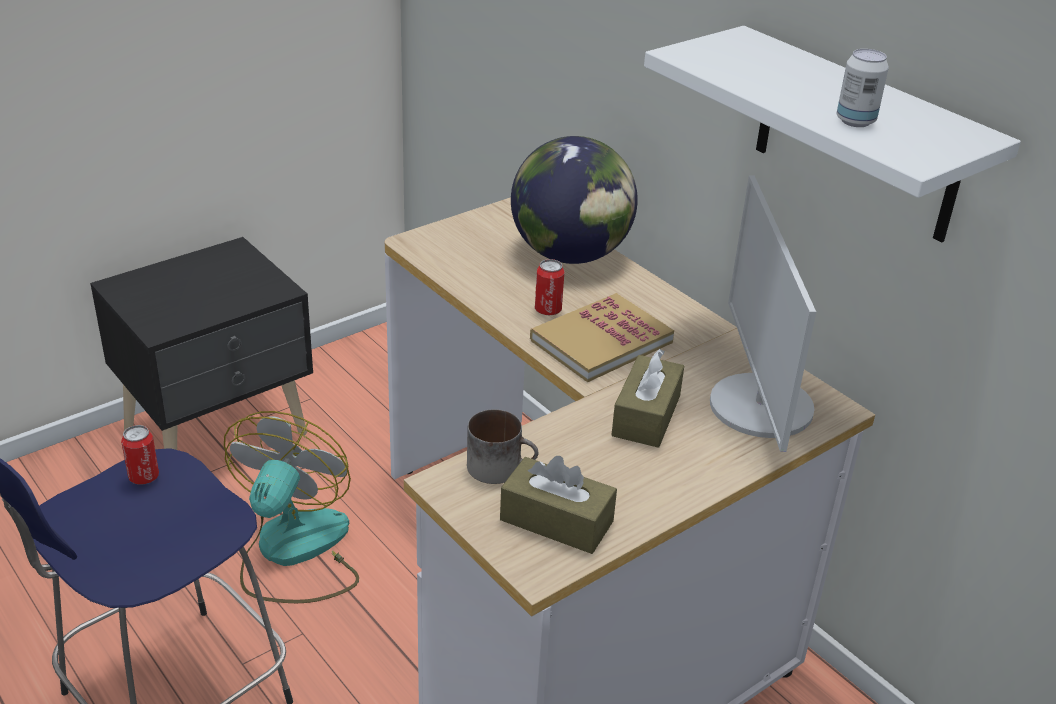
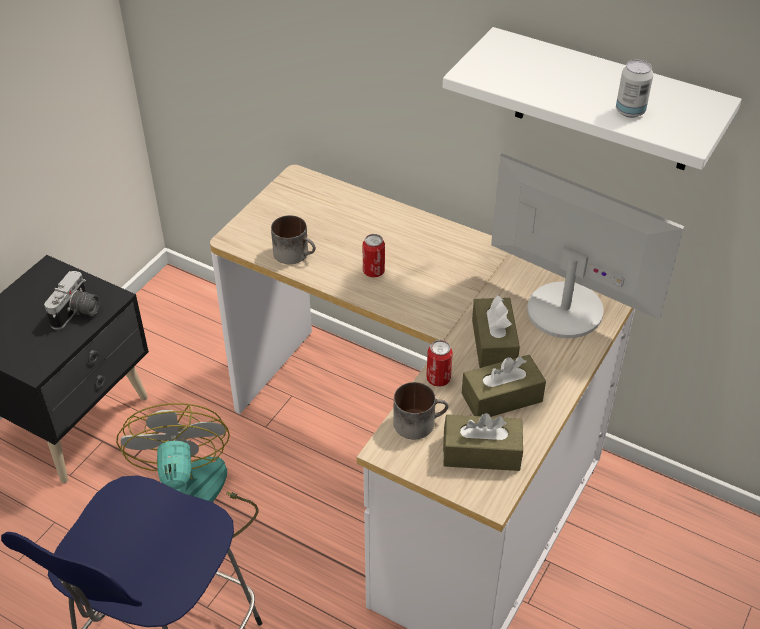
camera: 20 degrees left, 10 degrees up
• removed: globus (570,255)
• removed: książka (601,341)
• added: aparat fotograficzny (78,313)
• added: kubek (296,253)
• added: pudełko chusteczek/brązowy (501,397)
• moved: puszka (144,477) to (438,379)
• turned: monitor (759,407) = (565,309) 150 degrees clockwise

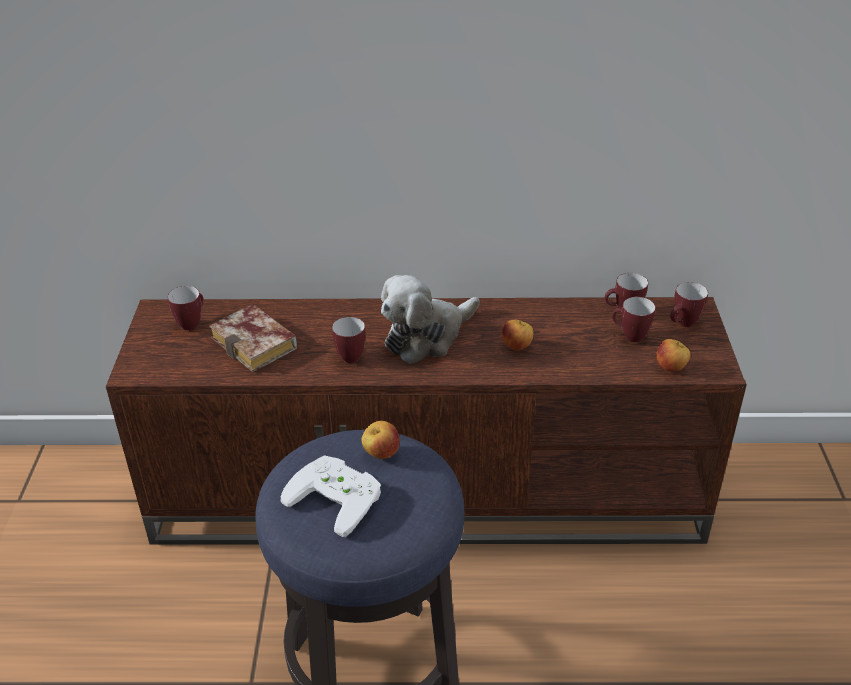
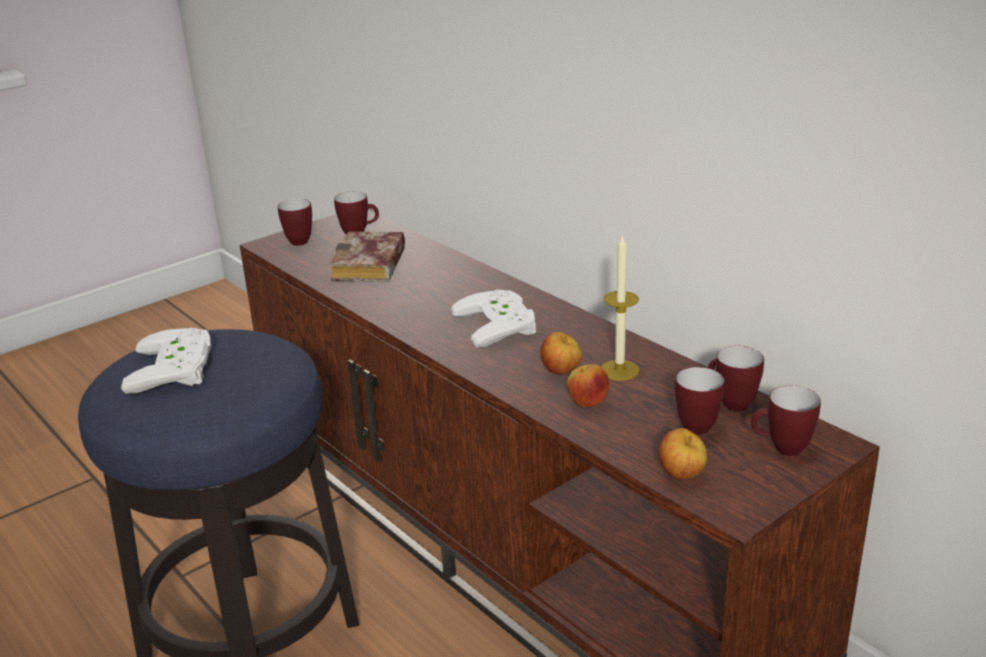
camera: 50 degrees right, 10 degrees down
• added: świeca (619,370)
• moved: kubek (347,356) to (300,240)
• moved: jabłko (381,454) to (587,404)
• replaced: pluszak (426,336) to pad do gier/biały (501,324)

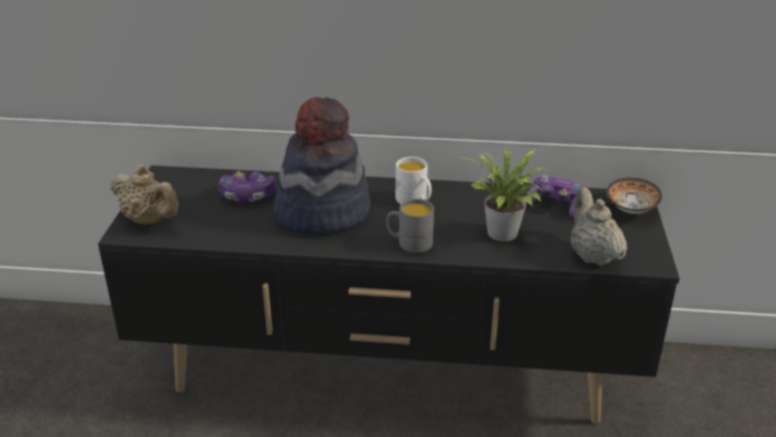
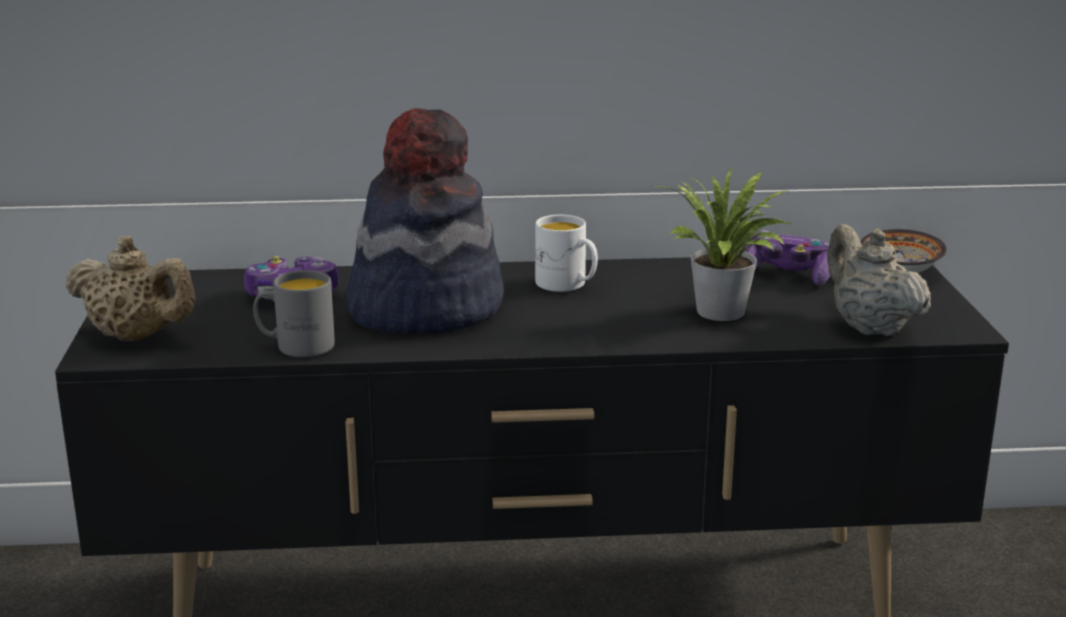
camera: 10 degrees left, 10 degrees down
• moved: kubek/szary (409,243) to (295,347)

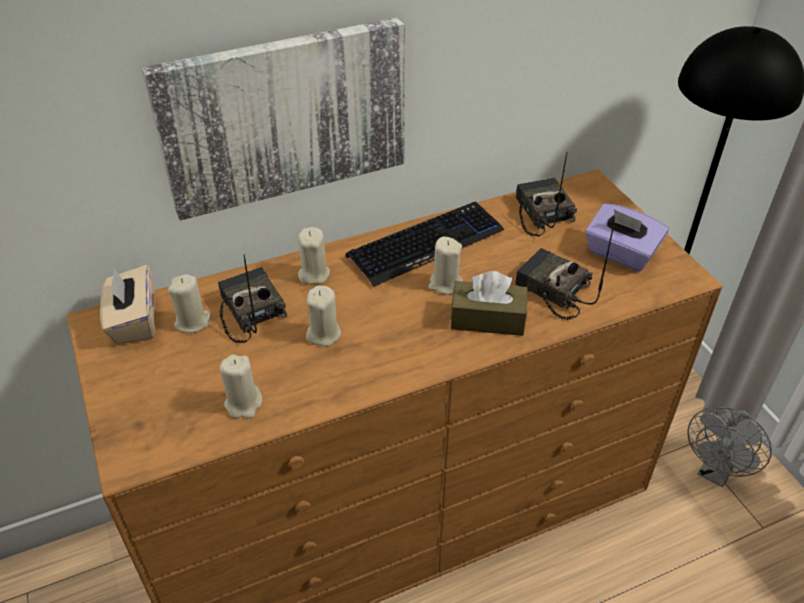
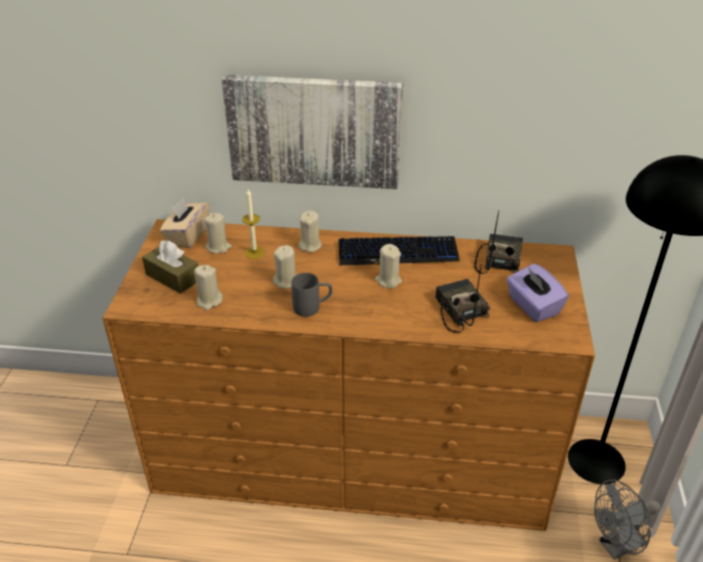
camera: 30 degrees right, 5 degrees down
• added: kubek/szary (312,307)
• moved: pudełko chusteczek/brązowy (487,319) to (173,277)
• replaced: radio (249,311) to świeca (254,252)

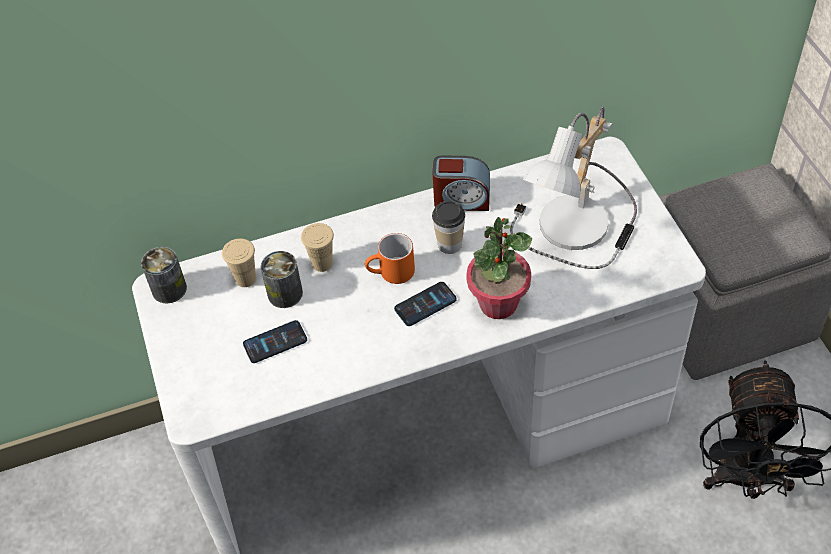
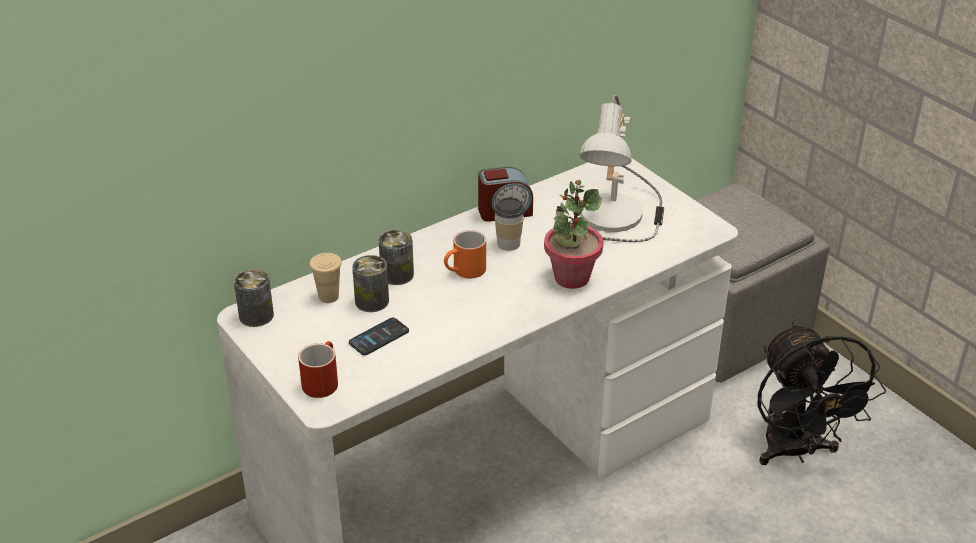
camera: 20 degrees left, 15 degrees down
• removed: telefon (425,304)
• added: kubek/czerwony (321,380)
• replaced: filiżanka/beżowy (322,263) to puszka (397,274)

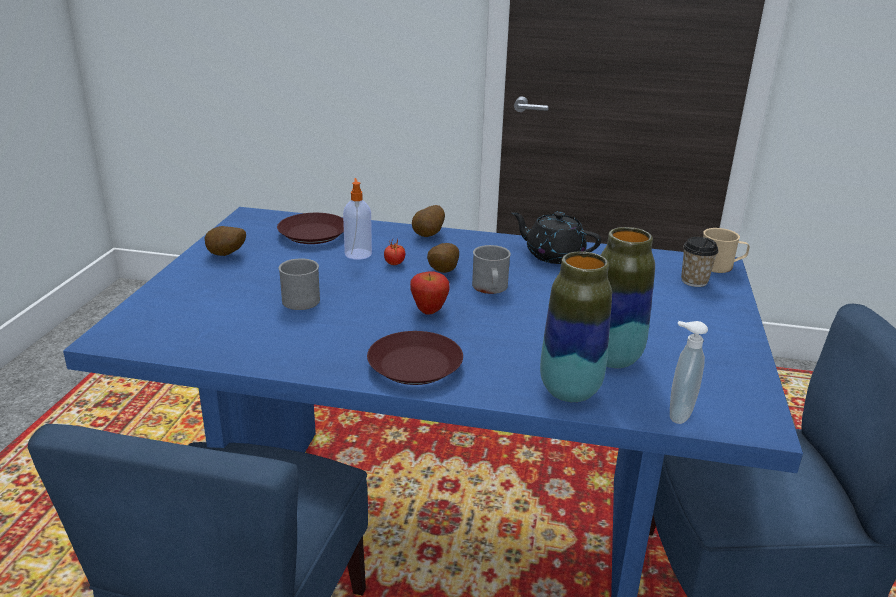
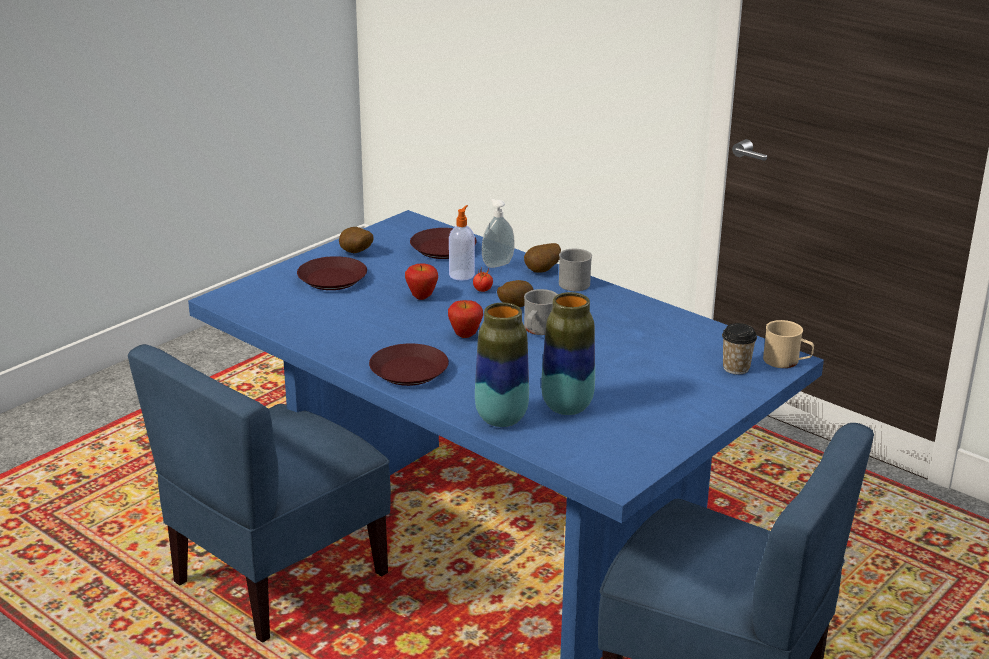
camera: 30 degrees right, 0 degrees up
• removed: imbryk/czarny (553,255)
• added: talerz/brązowy (333,279)
• added: jabłko (422,297)
• moved: kubek/szary (300,298) to (576,282)
• moved: dozownik mydła (677,413) to (496,264)

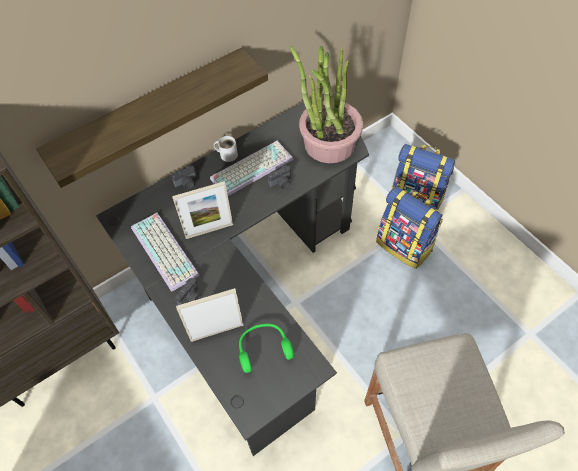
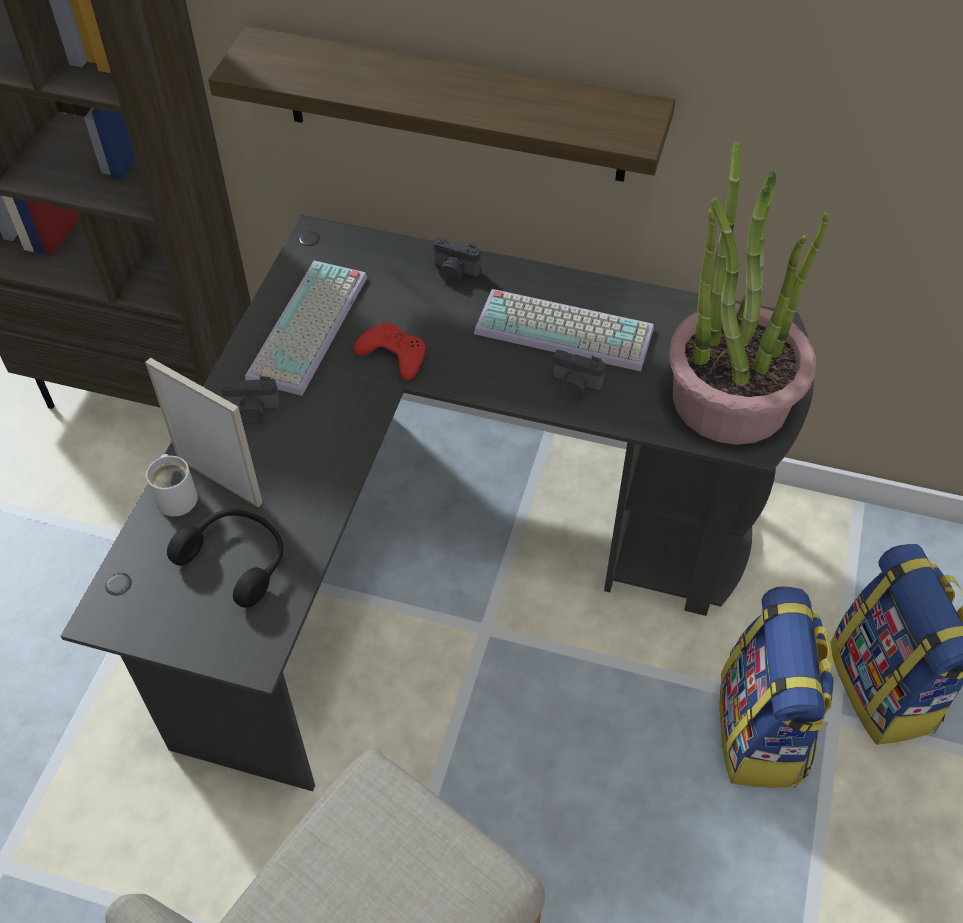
camera: 50 degrees right, 5 degrees down
• moved: kubek/biały (227,154) to (177,496)
• replaced: ramka na zdjęcie (209,230) to pad do gier/czerwony (393,354)
• recoloured: słuchawki/zielony (263,348) to słuchawki/czarny (237,560)

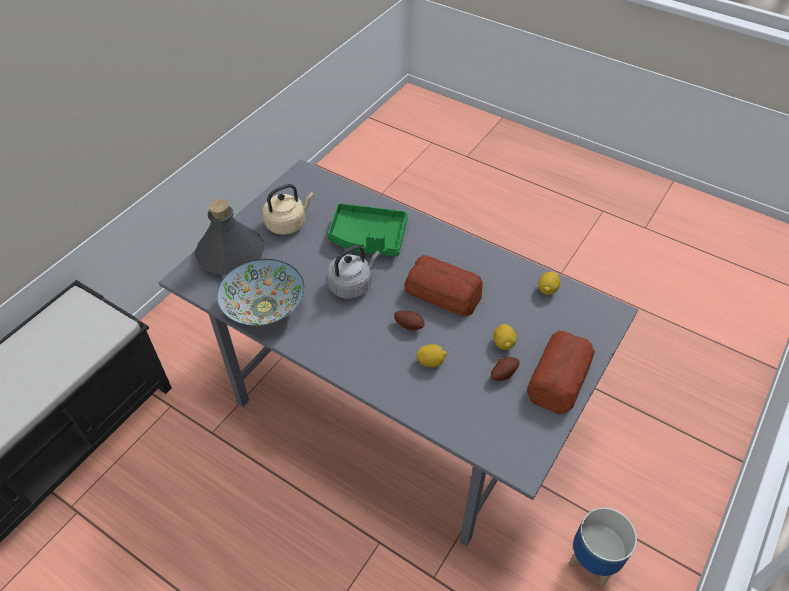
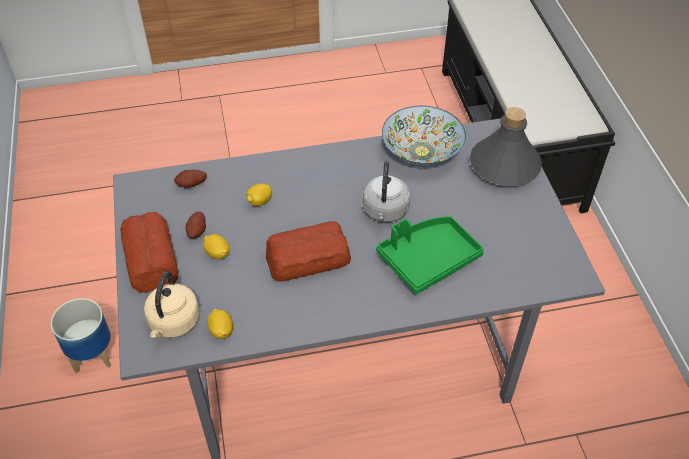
camera: 135 degrees right, 0 degrees up
• moved: czajnik/beżowy (288,223) to (173,323)
• moved: ziemniak (409,325) to (192,185)

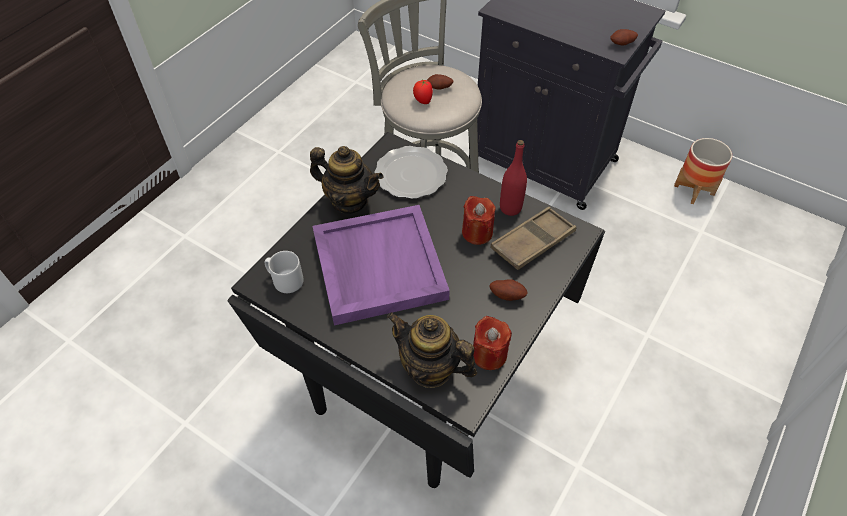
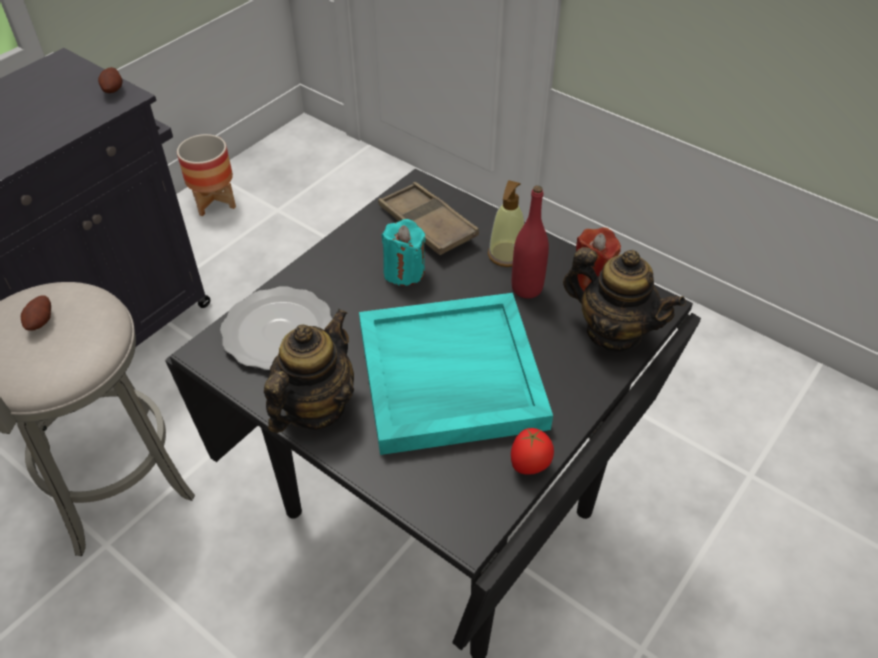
camera: 85 degrees left, 5 degrees down
• removed: kubek/szary (285,280)
• moved: pomidor (423,101) to (530,466)
• moved: butelka/czerwony (510,208) to (527,288)
• replaced: ziemniak (507,295) to dozownik mydła (506,255)
• recoloured: taca/fioletowy (377,266) to taca/turkusowy (449,377)
• recoloured: świeca/czerwony (477,232) to świeca/turkusowy (404,271)
• turned: imbryk (430,368) = (613,332) 90 degrees counterclockwise

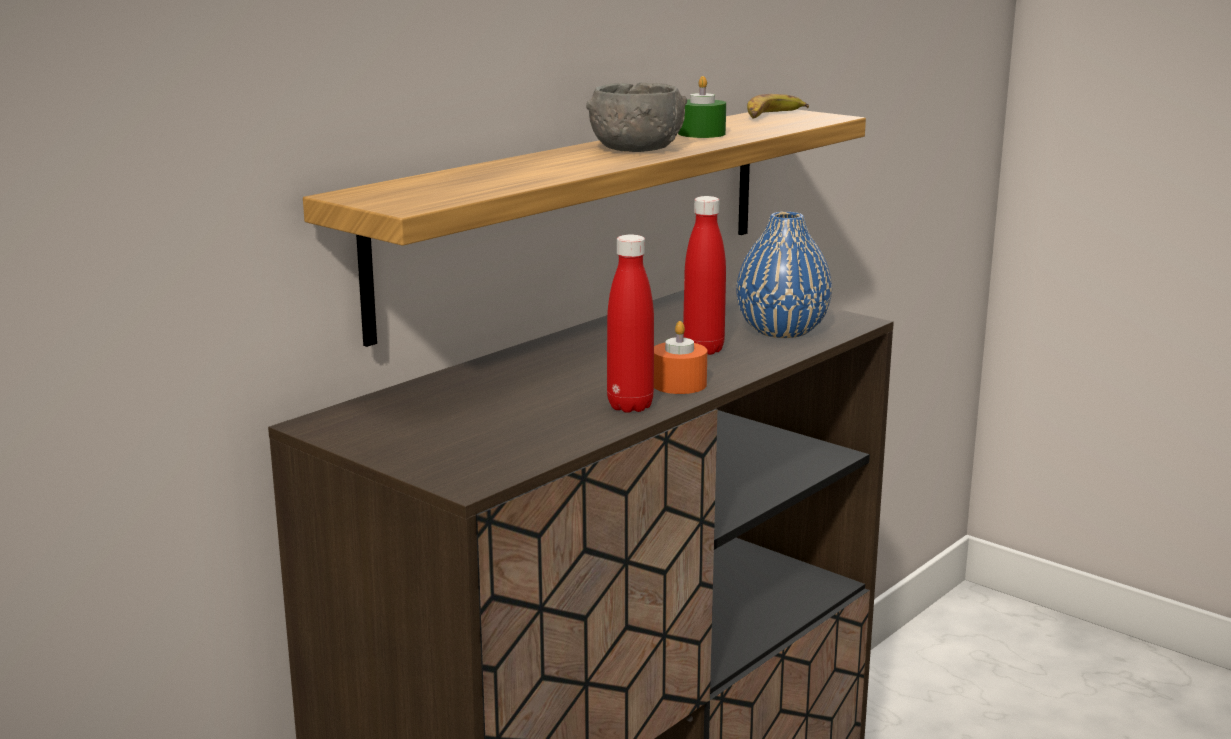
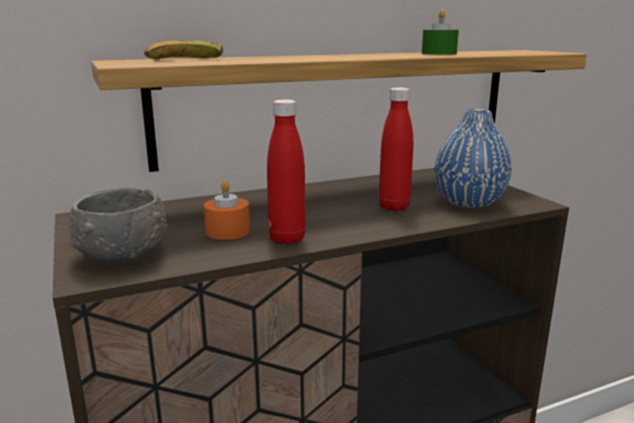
camera: 25 degrees right, 0 degrees up
• moved: miska/szary (636,148) to (123,254)
• moved: świeca/pomarańczowy (679,384) to (227,231)
• moved: banan (772,115) to (184,59)

